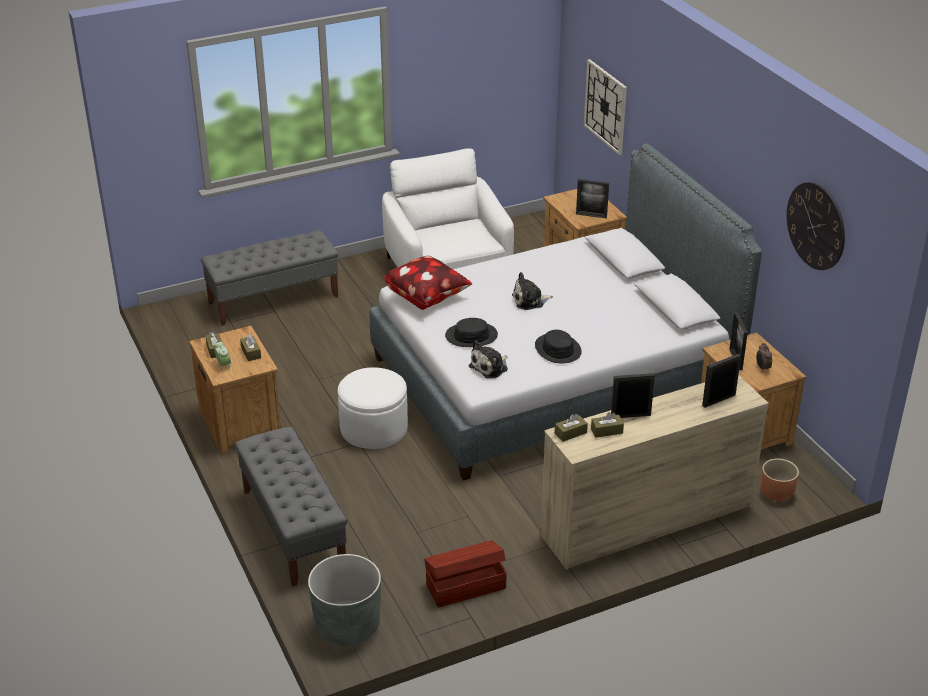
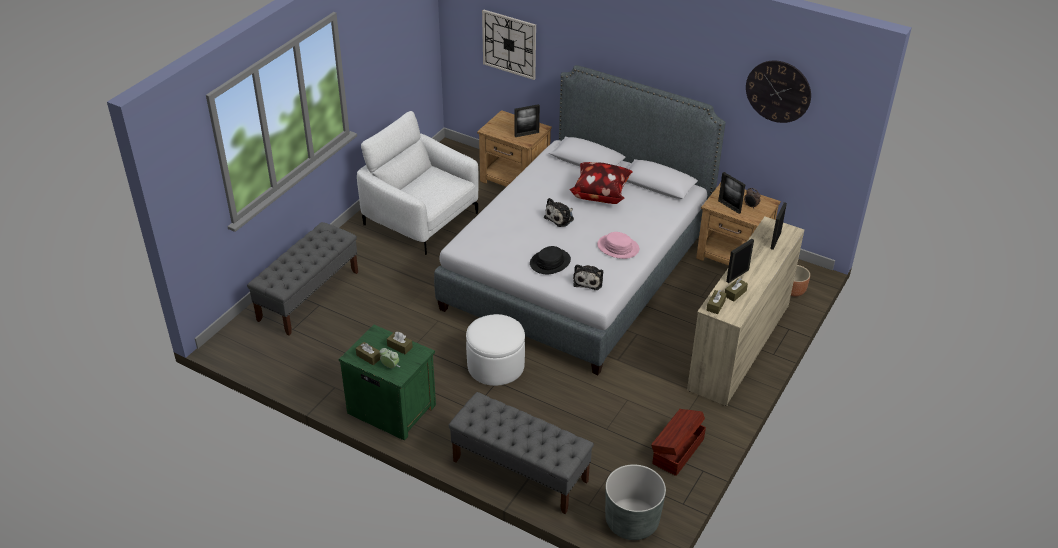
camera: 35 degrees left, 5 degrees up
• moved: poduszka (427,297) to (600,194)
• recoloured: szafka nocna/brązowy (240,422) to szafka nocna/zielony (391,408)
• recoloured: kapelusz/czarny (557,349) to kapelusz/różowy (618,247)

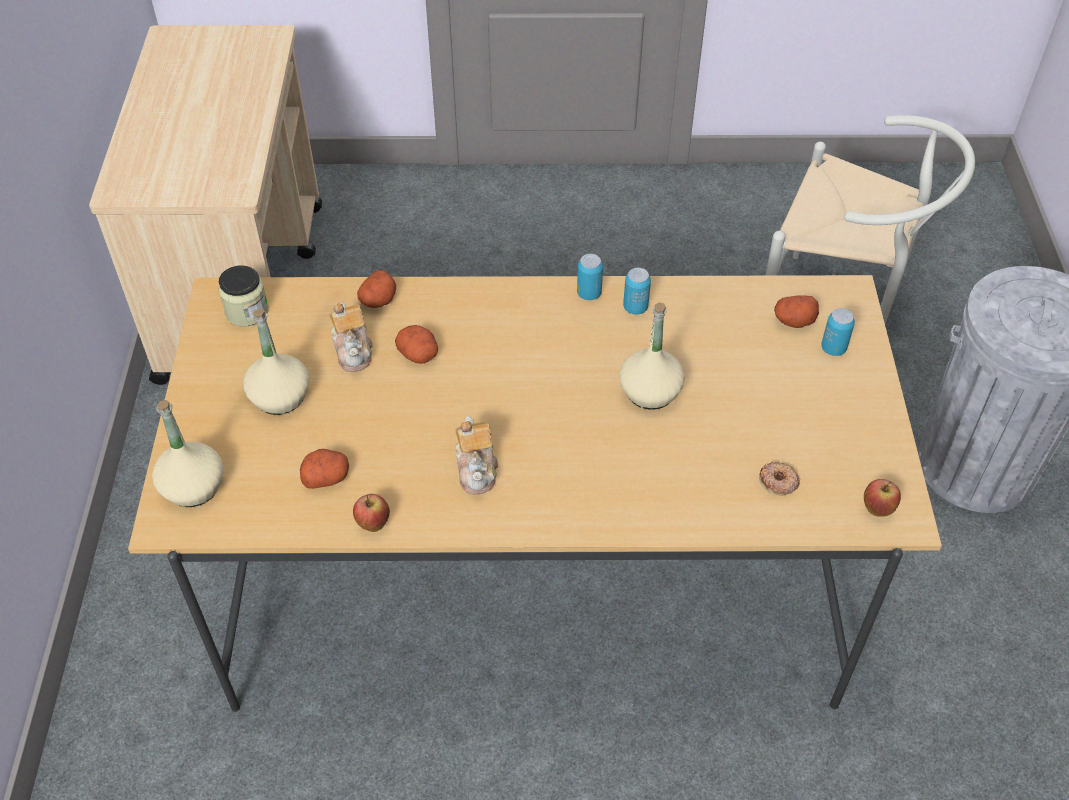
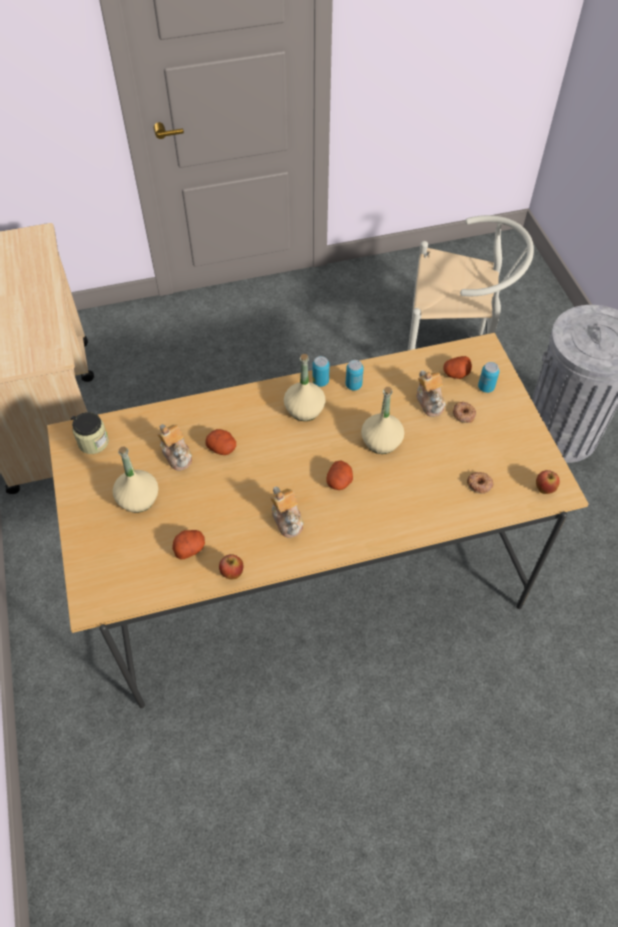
camera: 15 degrees left, 5 degrees up
• added: imbryk (430,401)
• added: donut (463,414)
• moved: butelka/beżowy (192,487) to (304,409)
• moved: ziemniak (378,300) to (339,482)

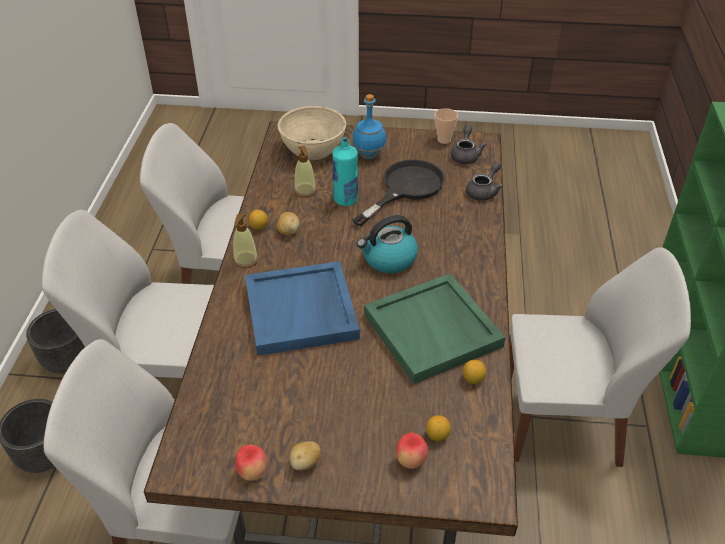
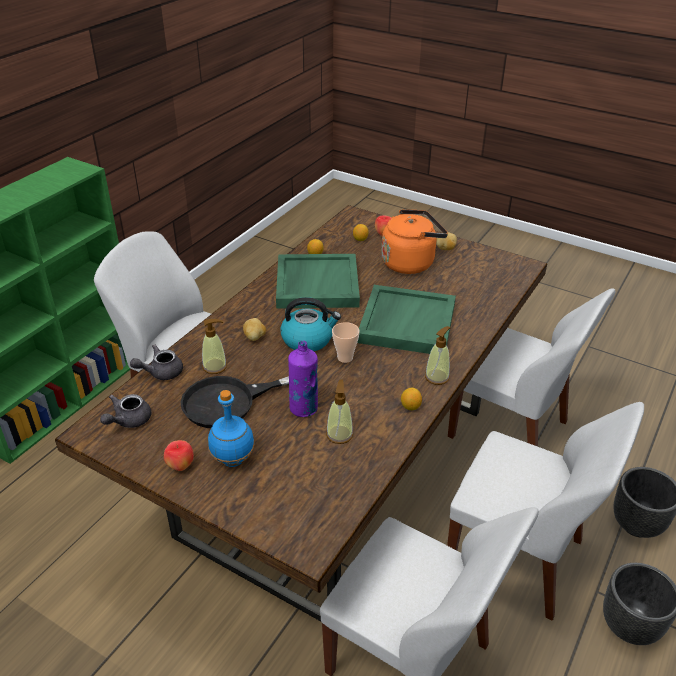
camera: 155 degrees left, 5 degrees down
• removed: miska/beżowy (313,150)
• added: dozownik mydła (215,366)
• added: czajnik/pomarańczowy (410,262)
• moved: jabłko (252,473) to (180,466)
• moved: ziemniak (288,231) to (255,337)
• moved: filiżanka (444,140) to (345,357)
• recoloured: taca/niebieski (302,311) to taca/zielony (406,322)
• recoloured: butelka/turkusowy (345,200) to butelka/fioletowy (304,408)

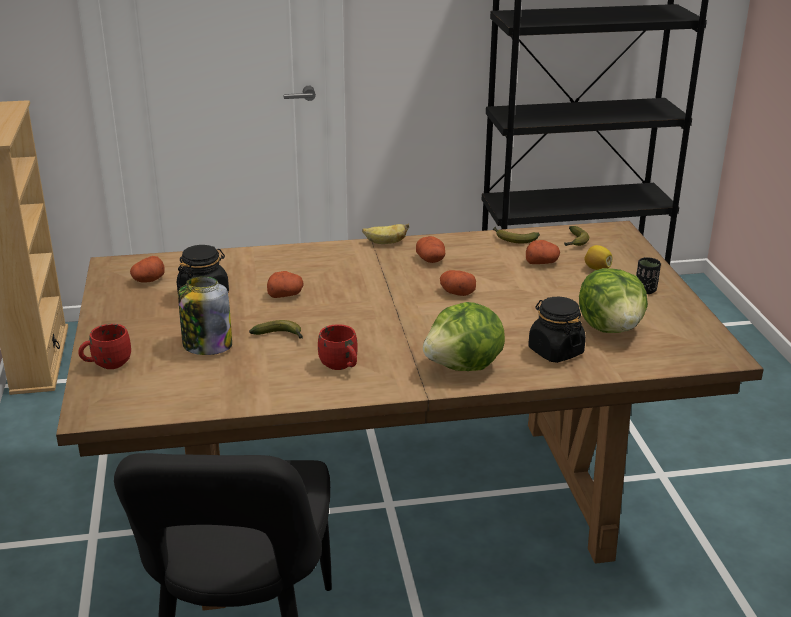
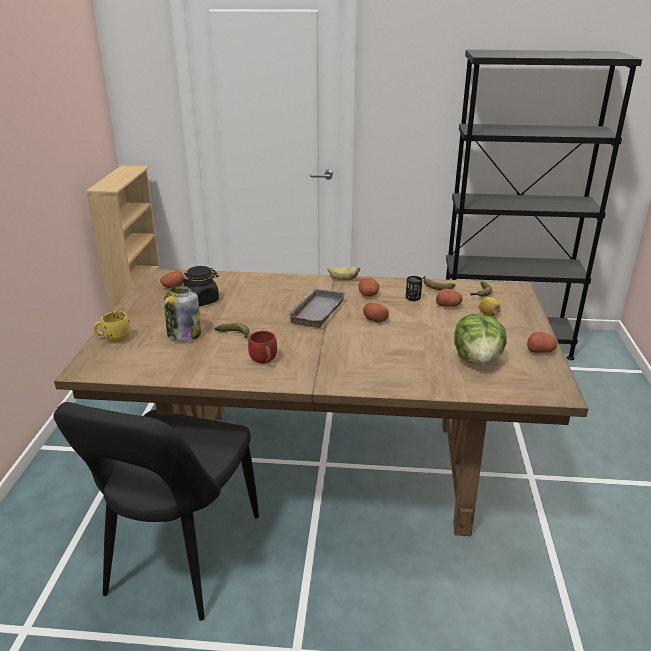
camera: 15 degrees right, 0 degrees up
• removed: sałata (464,367)
• removed: słoik/czarny (555,351)
• added: taca/szary (315,311)
• moved: ziemniak (285,294) to (540,350)
• moved: filiżanka/czarny (645,290) to (413,298)
• recoloured: kubek/czerwony (107,364) to kubek/żółty (113,338)

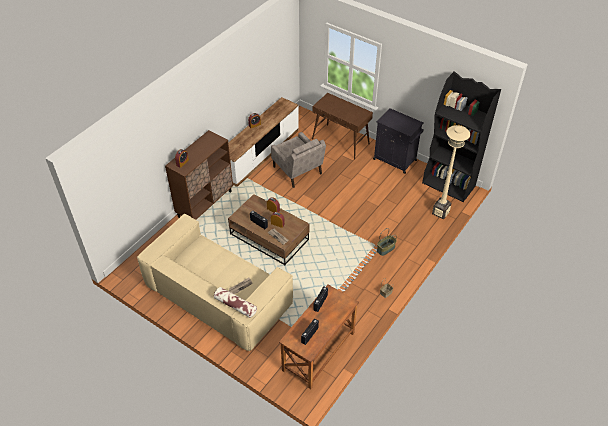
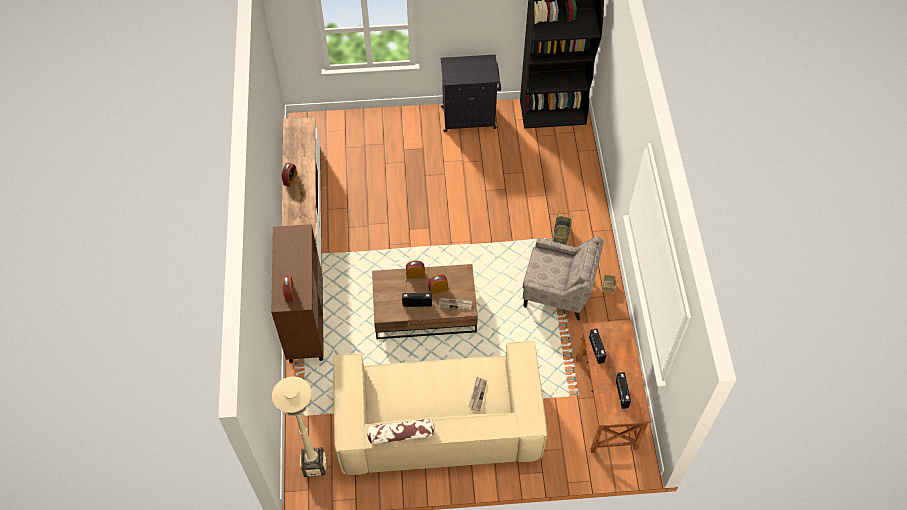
camera: 40 degrees left, 10 degrees up
• removed: stolik konsolowy/brązowy (341,142)
• moved: poduszka (235,305) to (401,434)
• moved: fotel/beżowy (297,171) to (558,291)
• moved: lampa stojąca/beżowy (440,212) to (314,466)

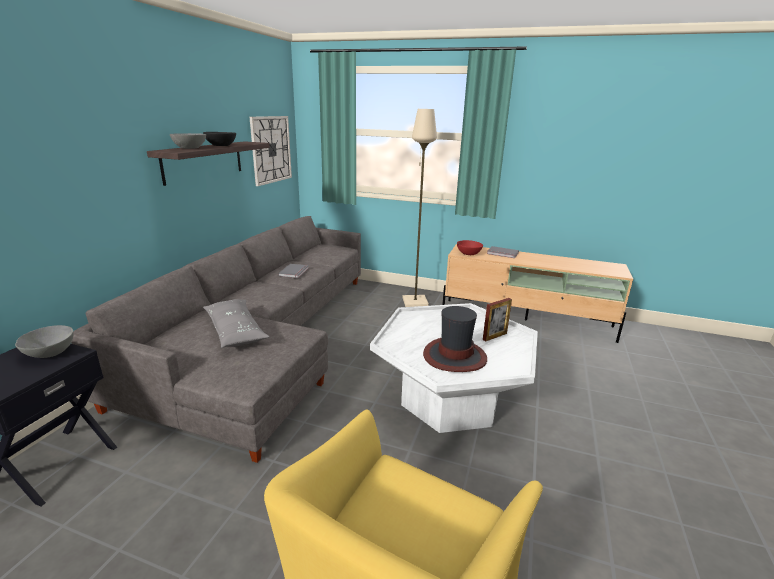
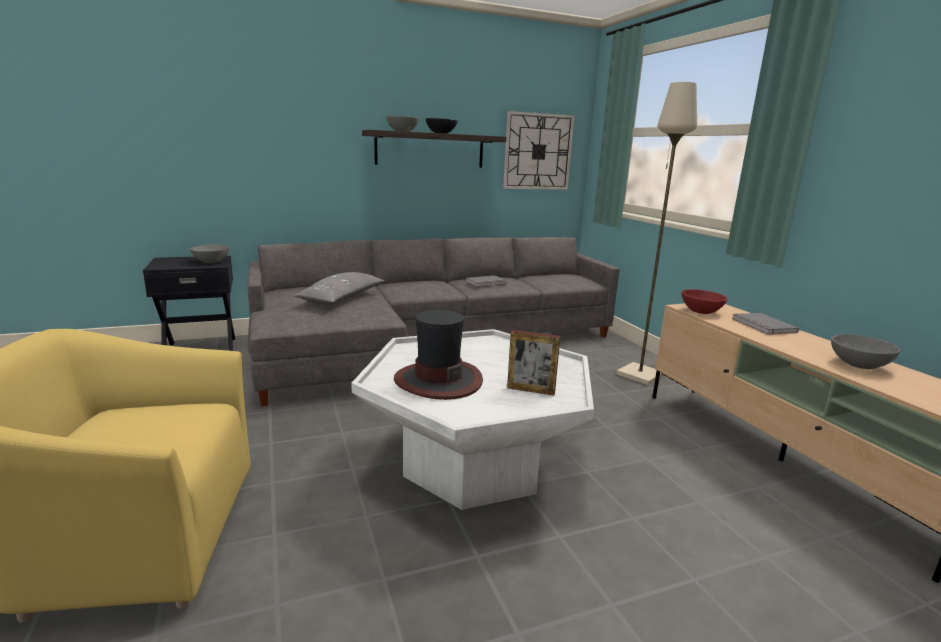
camera: 50 degrees right, 5 degrees down
• added: miska/szary (858,364)

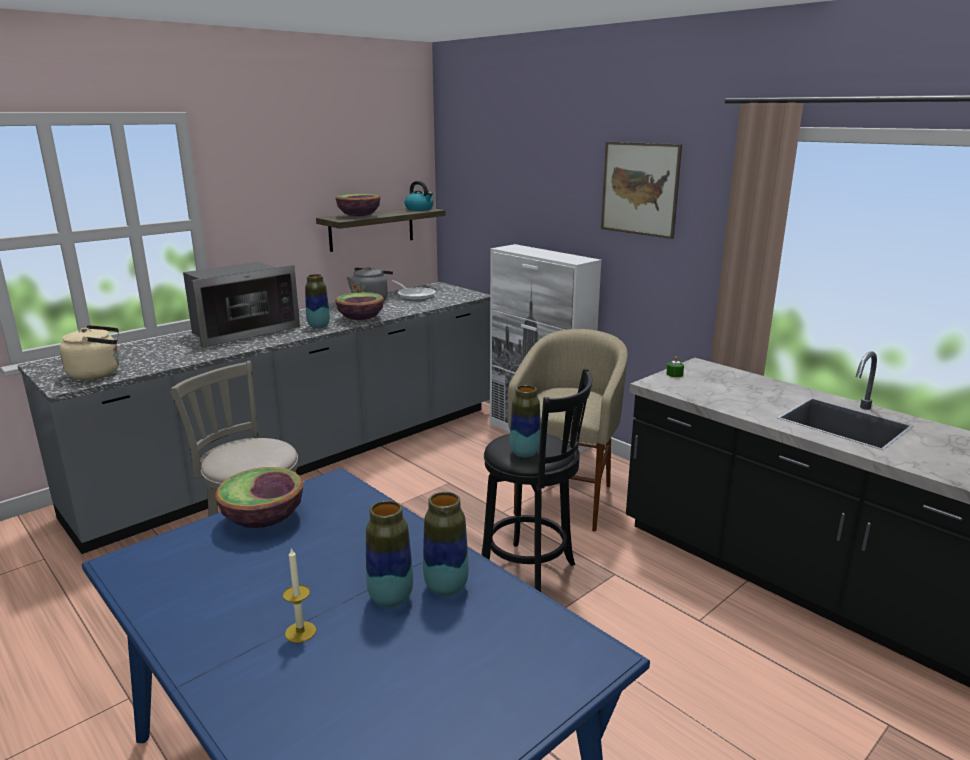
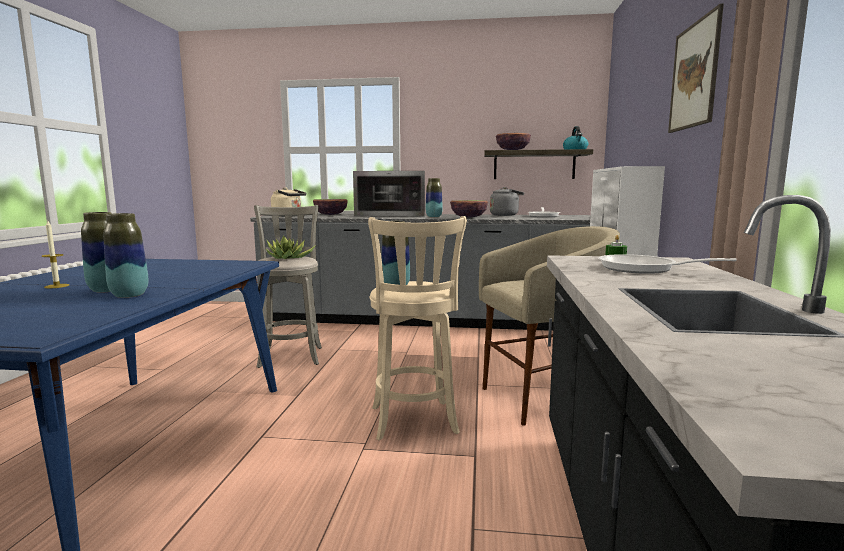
camera: 50 degrees right, 10 degrees down
• added: roślina doniczkowa (288,258)
• added: patelnia (644,269)
• moved: miska (263,519) to (330,215)
• recoloured: stołek/czarny (531,575) to stołek/beżowy (414,422)

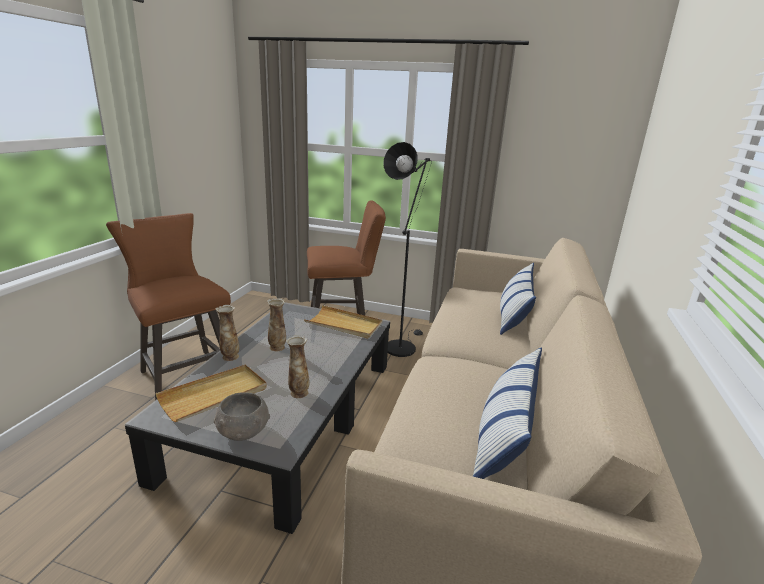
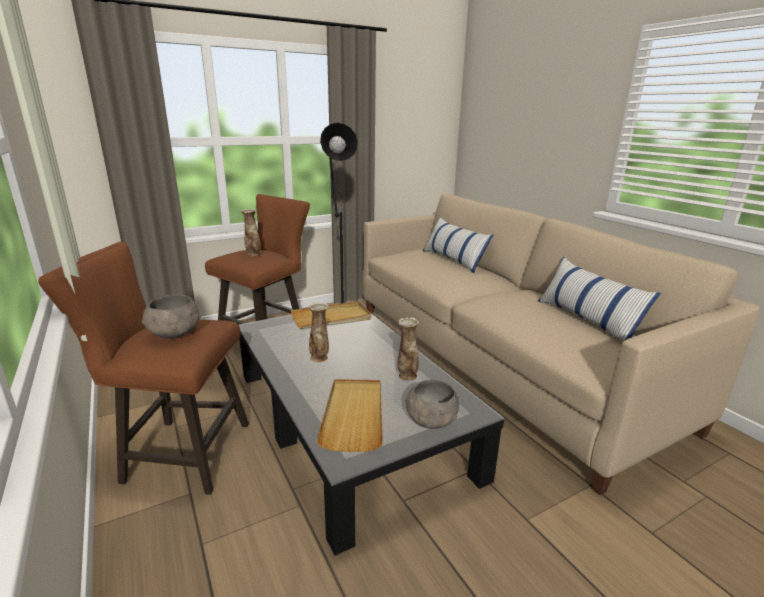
camera: 45 degrees left, 0 degrees up
• added: miska/szary (174,333)
• moved: wazon (230,357) to (253,254)

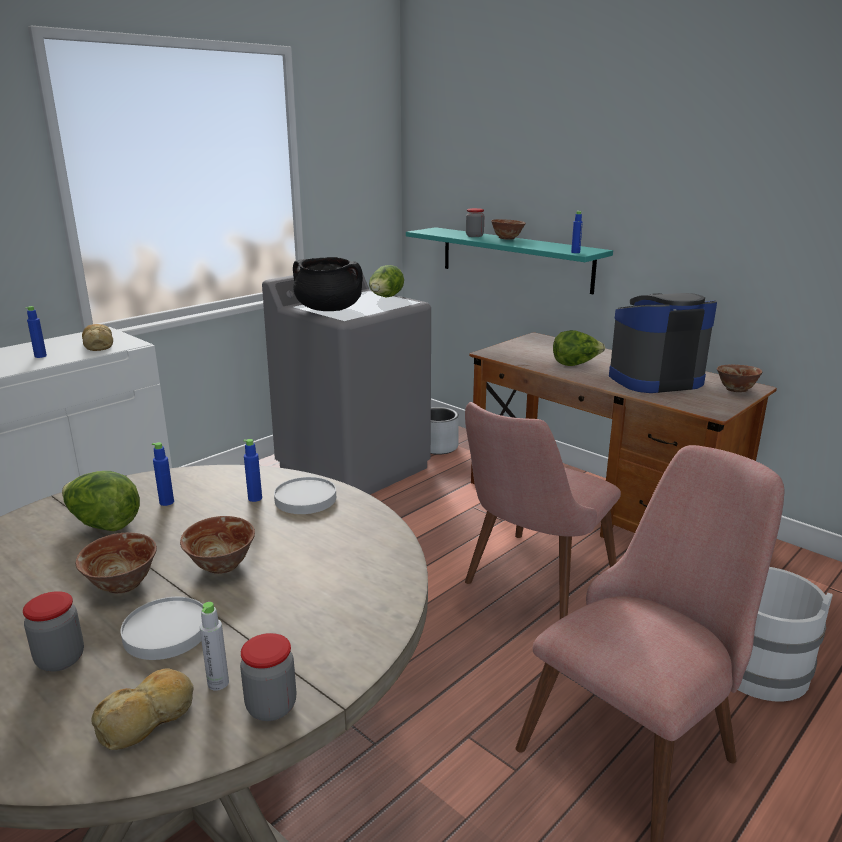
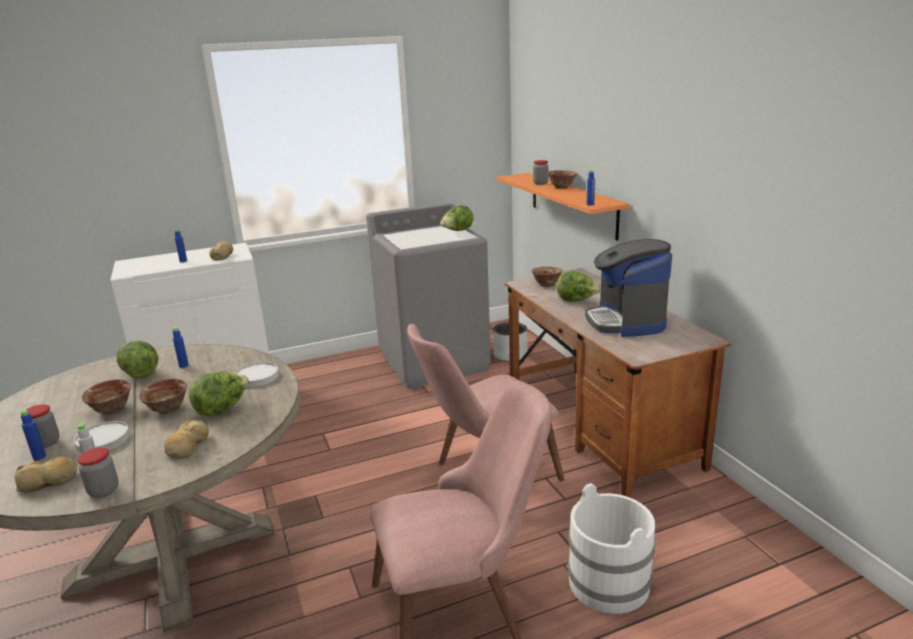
camera: 25 degrees right, 0 degrees up
• removed: garnek/czarny (329,309)
• added: chleb (187,446)
• added: sałata (222,409)
• moved: butelka/niebieski (255,498) to (39,457)
• moved: miska (736,389) to (546,285)
• recoloured: półka/turkusowy (515,259) to półka/pomarańczowy (572,204)
• turned: ekspres do kawy (654,379) = (626,321) 105 degrees counterclockwise

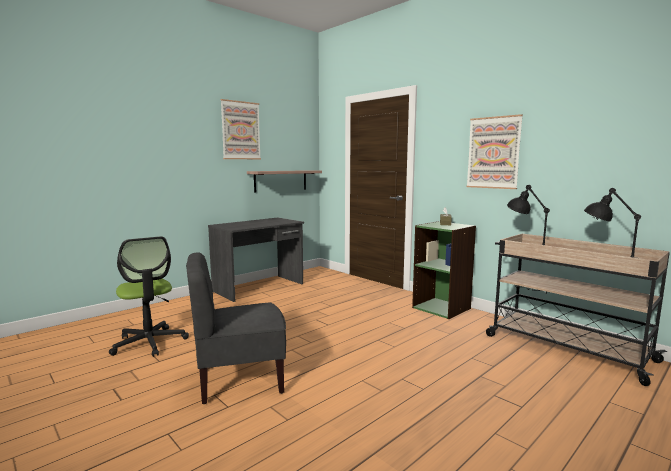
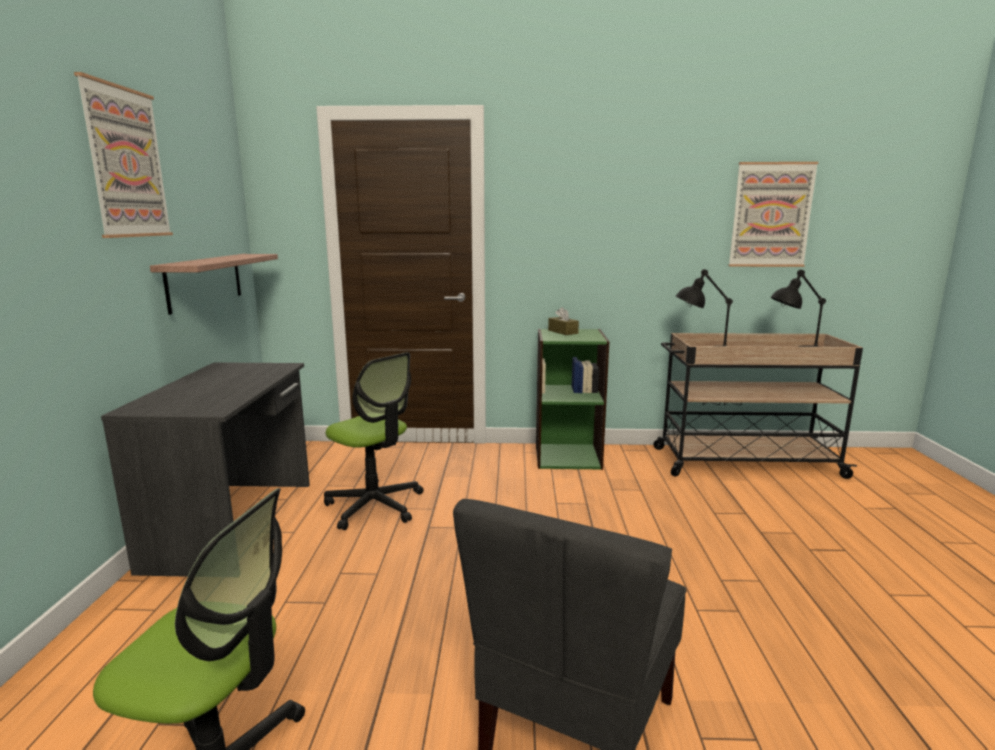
camera: 45 degrees left, 5 degrees up
• added: krzesło biurowe (375,506)
• moved: obraz (493,153) to (771,215)

